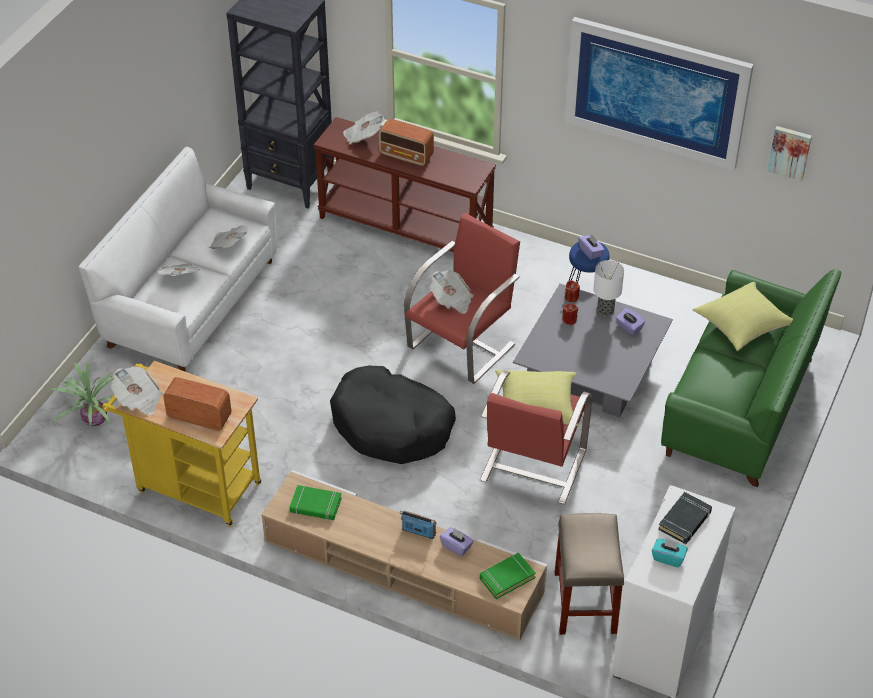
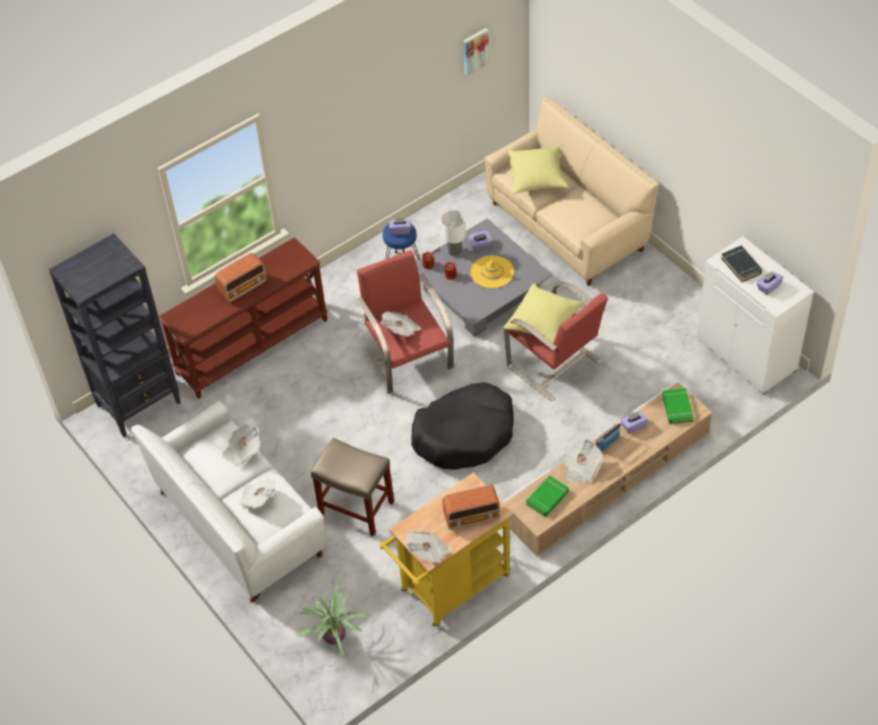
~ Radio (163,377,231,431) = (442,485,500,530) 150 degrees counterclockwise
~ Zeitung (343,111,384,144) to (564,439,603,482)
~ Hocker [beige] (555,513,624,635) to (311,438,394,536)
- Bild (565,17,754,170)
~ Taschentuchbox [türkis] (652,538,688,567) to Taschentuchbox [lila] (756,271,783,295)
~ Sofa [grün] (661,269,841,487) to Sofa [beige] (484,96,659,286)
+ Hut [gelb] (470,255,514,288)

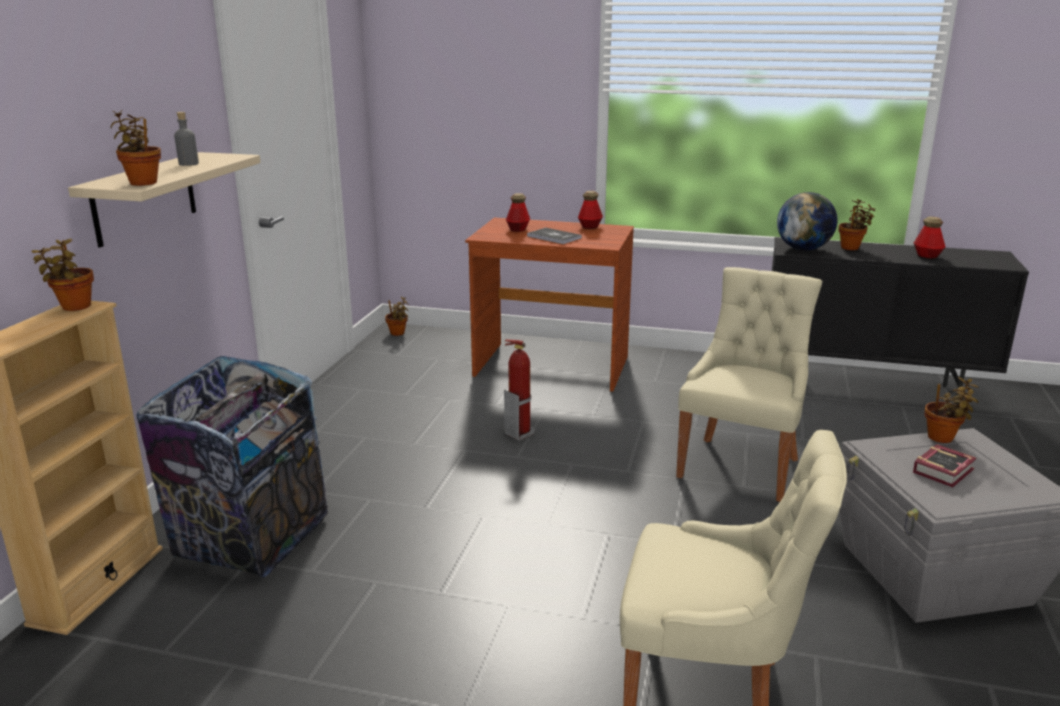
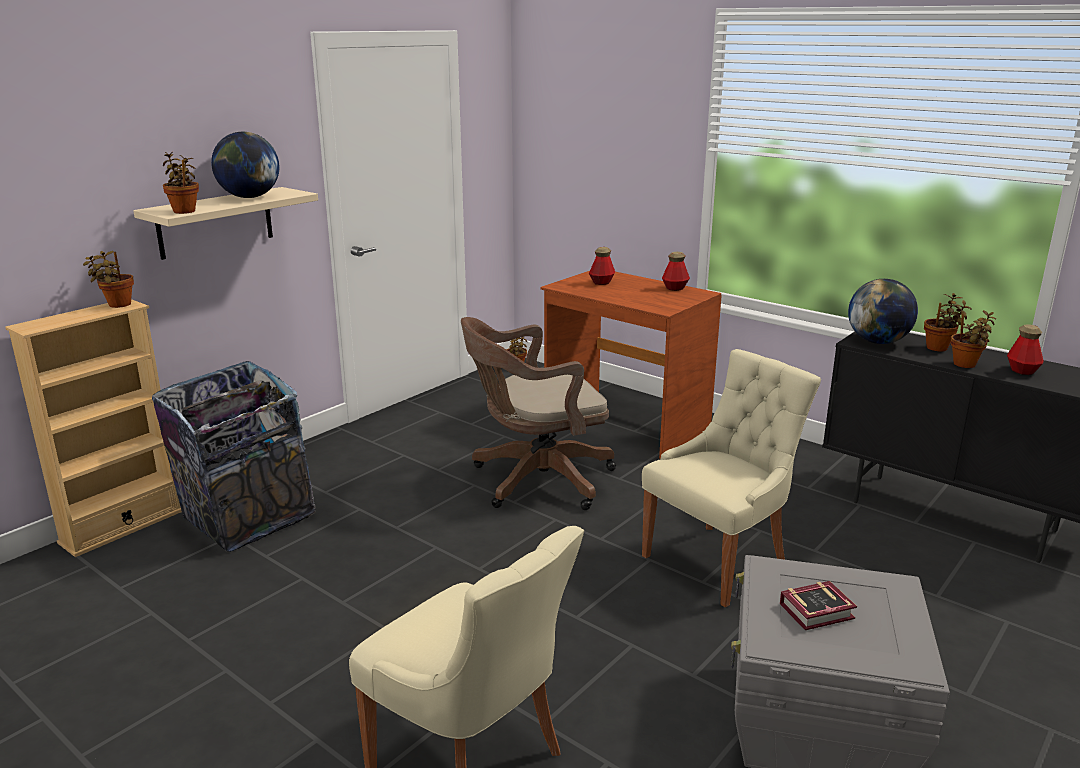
~ Flasche [grau] (174,112,199,166) to Globus (211,132,279,198)
~ Feuerlöscher (504,339,535,441) to Bürostuhl [braun] (461,317,616,510)
- Buch (527,228,582,244)
~ Topfpflanze (925,377,979,443) to (950,310,996,368)

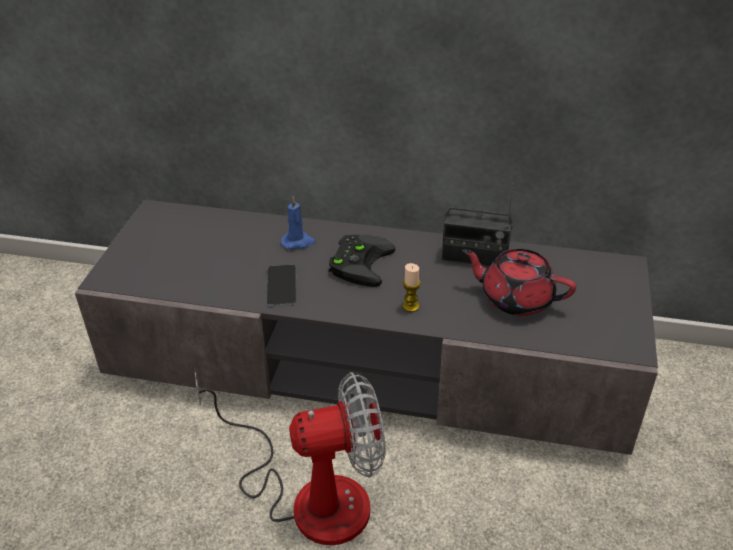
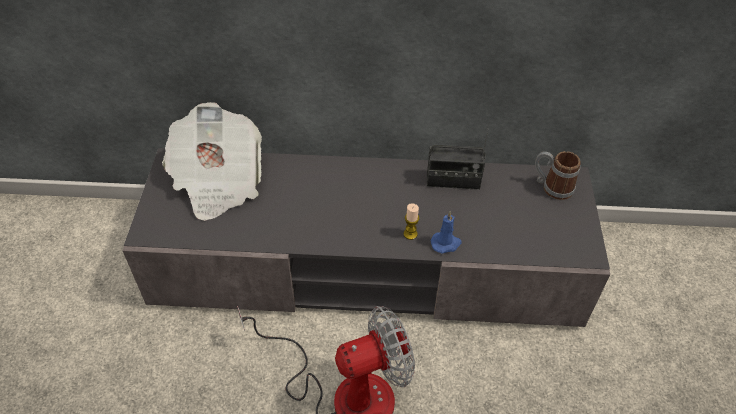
- Handy (266,265,296,306)
~ Kerze [blau] (281,196,316,249) to (431,211,462,254)
- Gamepad [schwarz] (329,235,395,287)
- Teekanne [rot] (462,249,576,316)
+ Zeitung (162,102,262,221)
+ Henkelbecher (535,151,581,200)

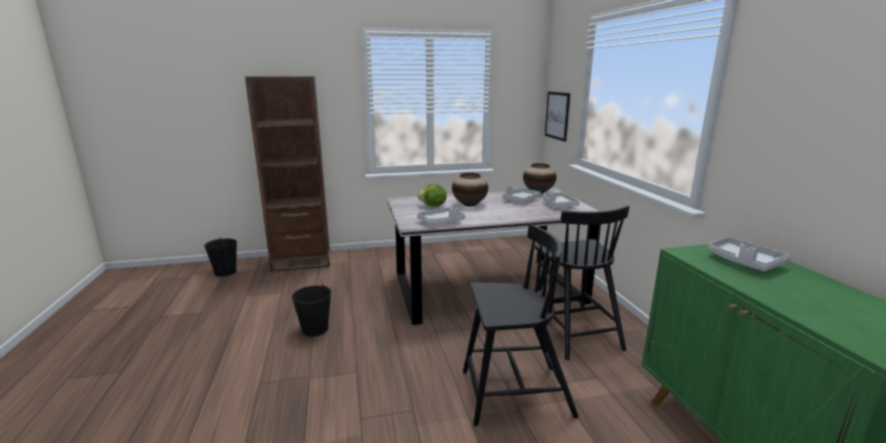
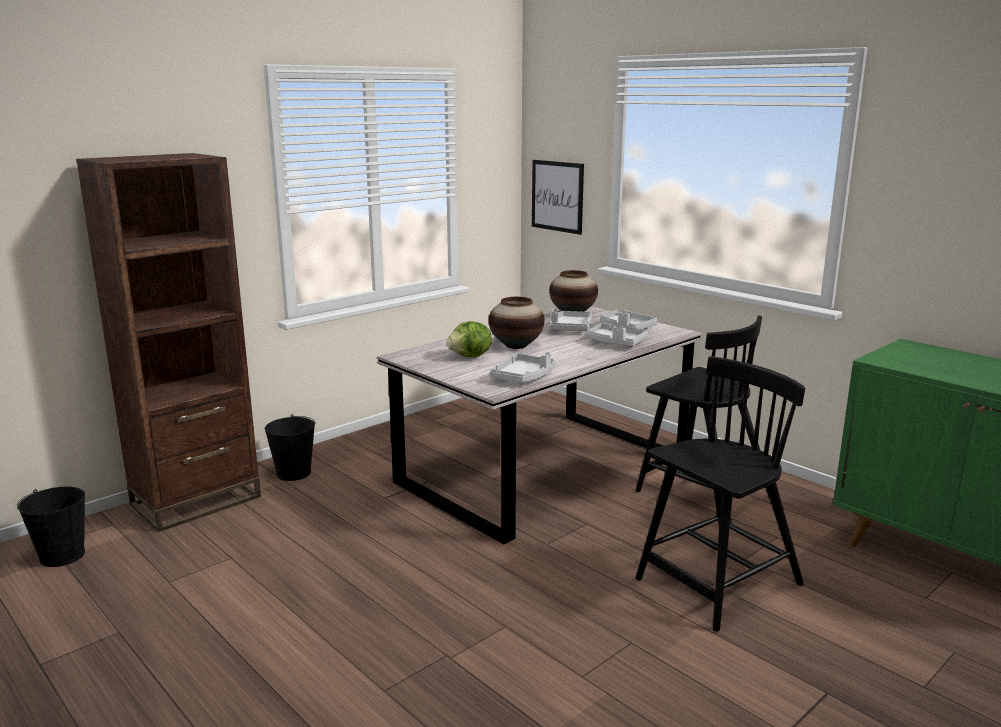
~ Eimer [schwarz] (292,284,332,337) to (265,414,315,481)
~ Tablett [grau] (708,237,790,271) to (588,323,648,346)

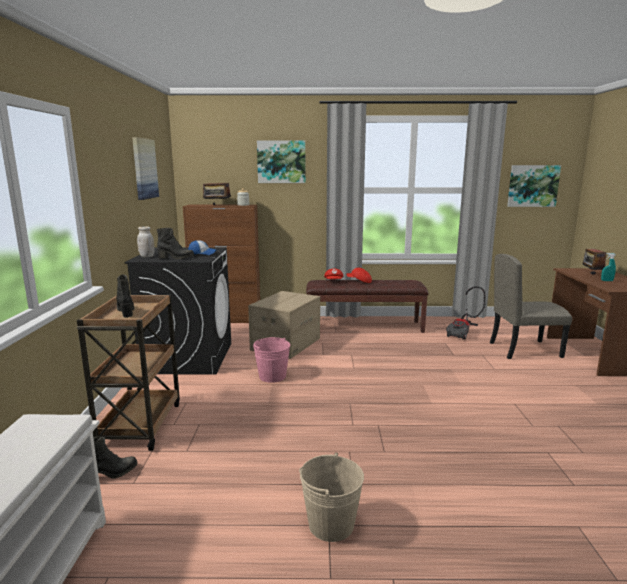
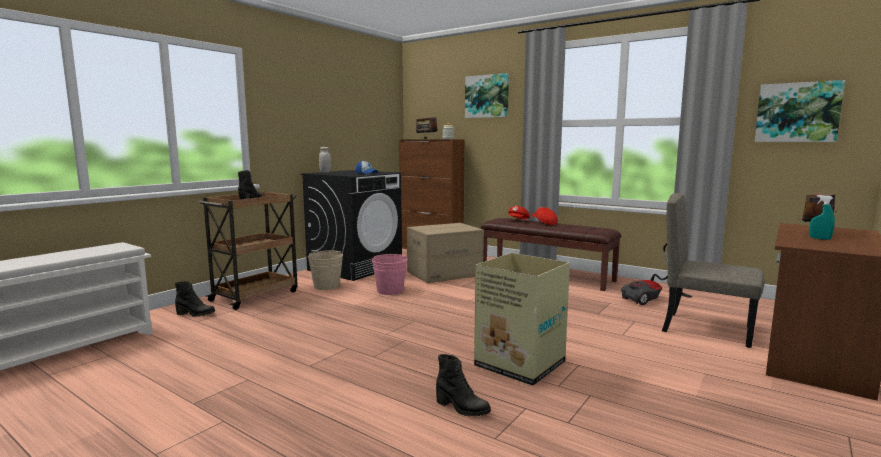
- Bild (132,137,159,200)
~ Stiefel [schwarz] (157,228,194,259) to (436,354,491,416)
~ Eimer [beige] (299,453,364,542) to (308,250,343,290)
+ Karton (474,253,570,386)

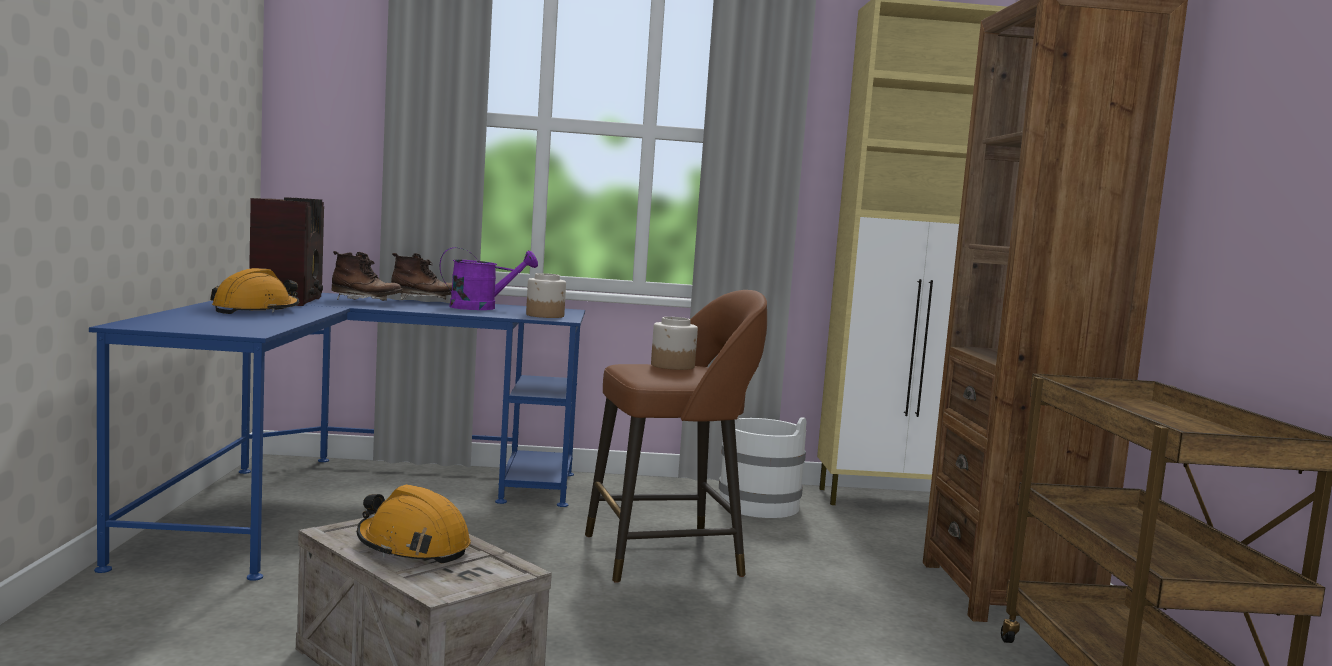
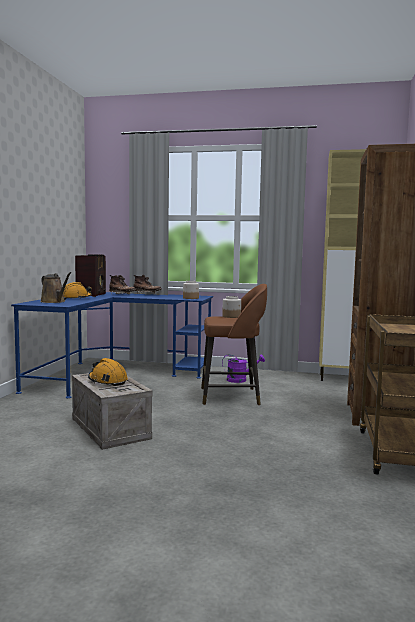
~ Gießkanne [lila] (440,247,538,310) to (222,354,265,383)
- Eimer [weiß] (719,417,807,518)
+ Gießkanne [braun] (40,272,71,303)

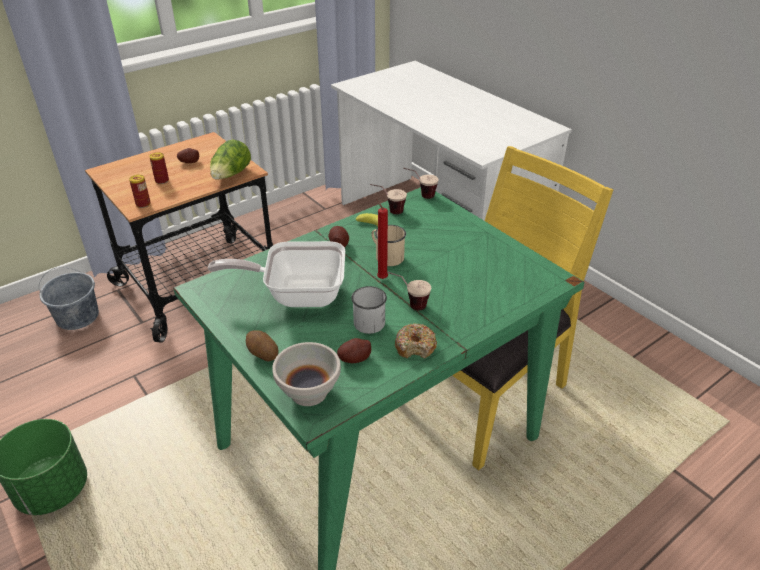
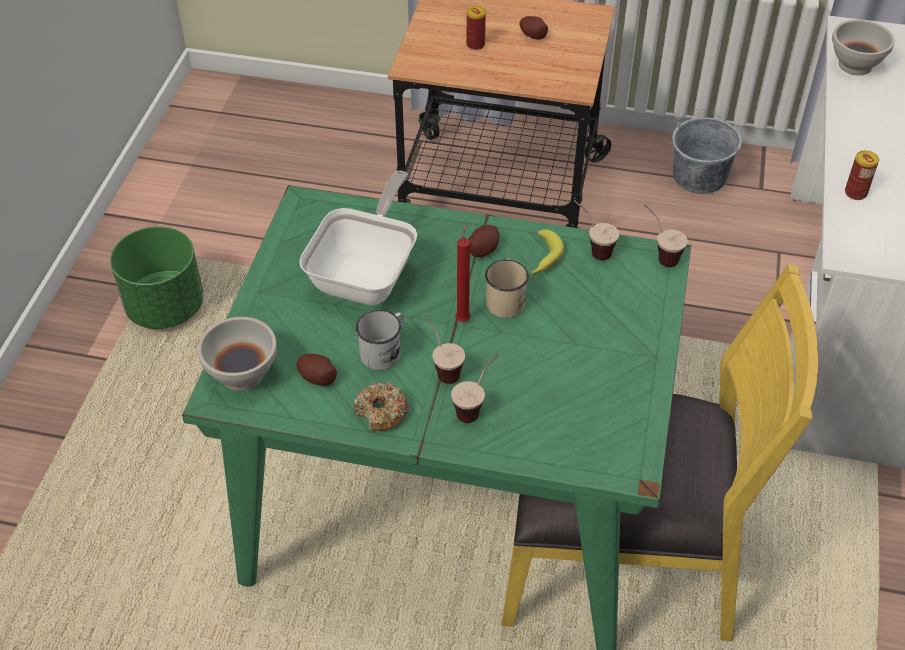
~ Eimer [grau] (39,267,99,330) to (672,109,742,194)
~ Dose (129,175,151,208) to (845,150,879,200)
~ Pfanne (208,241,345,307) = (299,171,417,305) 60 degrees clockwise
- Salatkopf (210,139,251,179)
- Kartoffel (246,330,278,362)
+ Tasse (451,354,498,423)
+ Schüssel [weiß] (832,20,894,75)

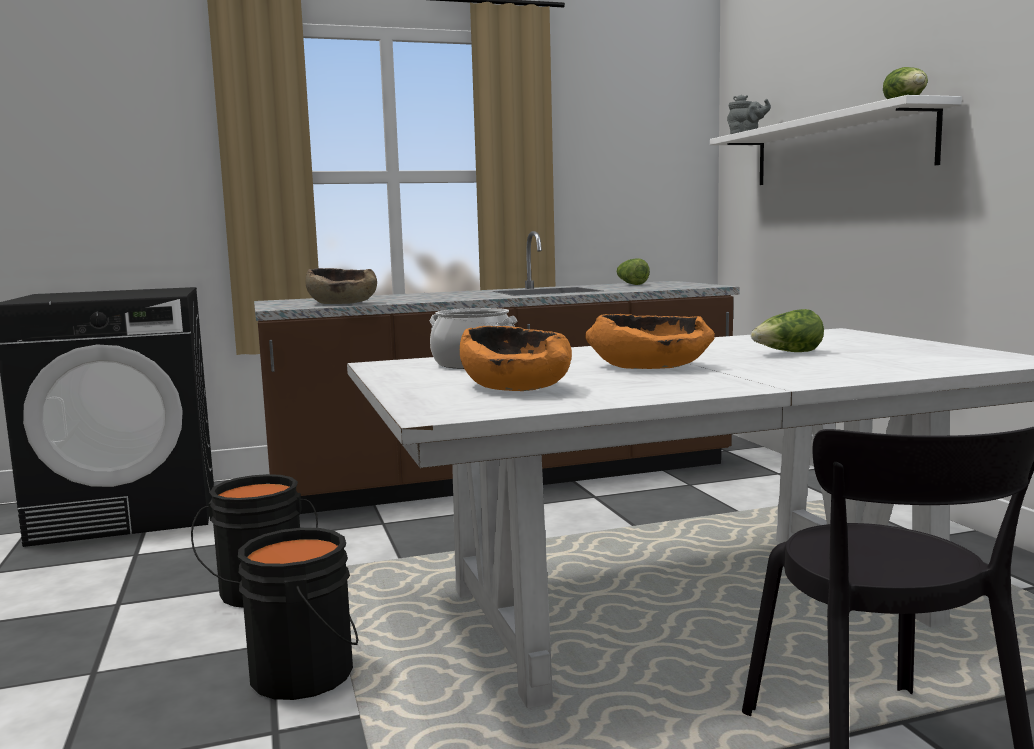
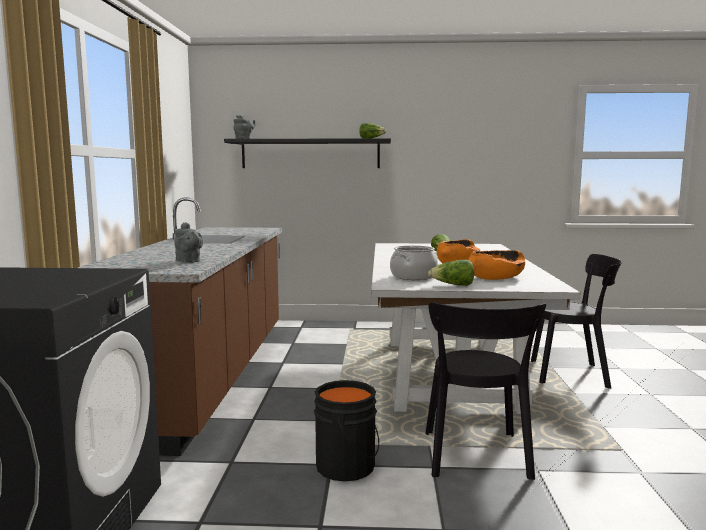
~ Eimer [schwarz] (238,528,358,700) to Stuhl [schwarz] (425,302,546,480)
~ Schüssel [braun] (305,268,377,304) to Teekanne [grau] (174,222,203,262)
~ Salatkopf (616,258,650,285) to (428,260,474,286)
~ Wandregal [weiß] (710,95,962,185) to Wandregal [schwarz] (224,138,391,168)

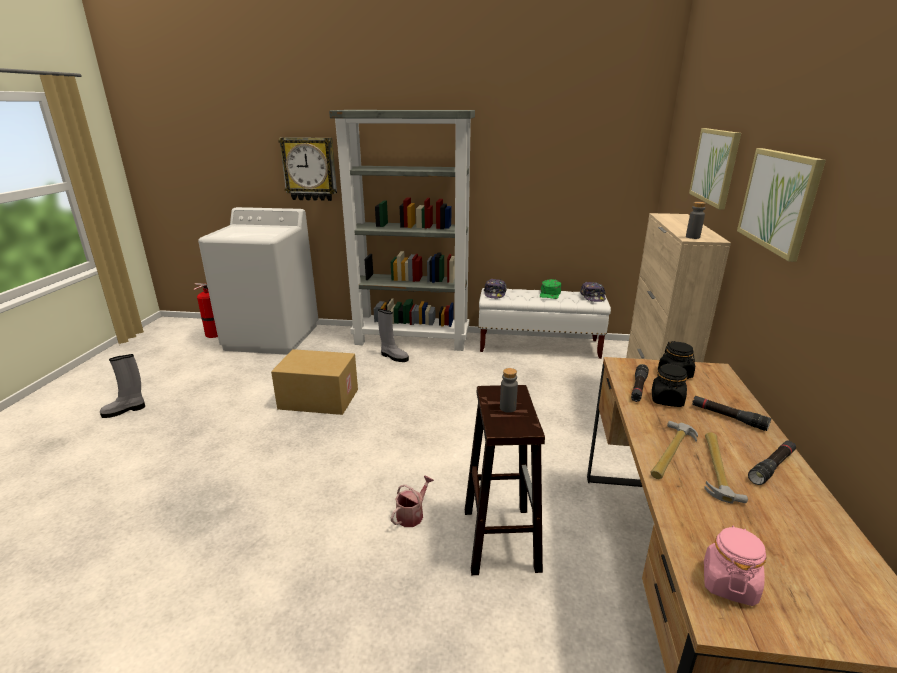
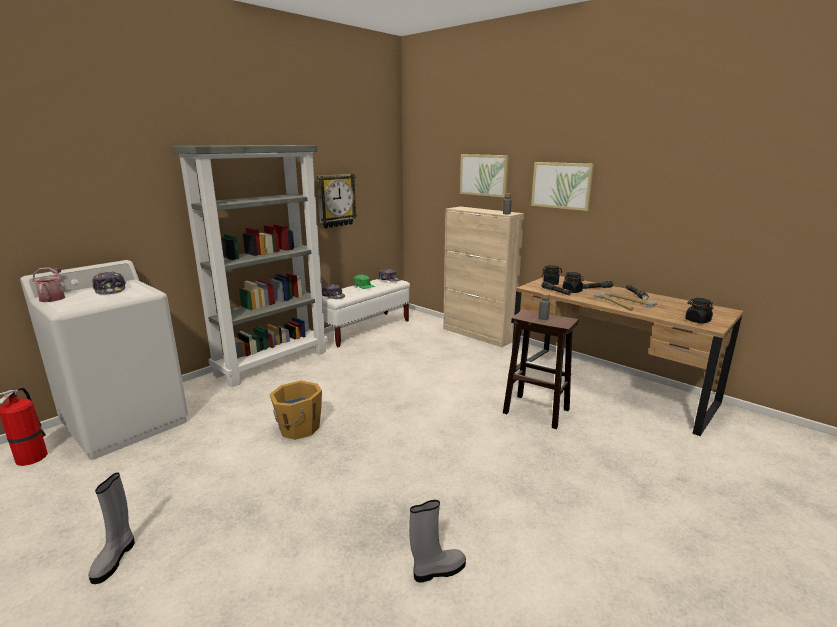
~ Karton (271,349,358,415) to Eimer [orange] (269,381,322,440)
~ Wanduhr (278,137,337,201) to (317,174,357,228)
~ Stiefel [grau] (378,309,409,362) to (409,500,466,582)
~ Gießkanne (391,475,434,527) to (33,267,65,302)
~ Vorratsglas [rosa] (704,525,766,606) to Vorratsglas [schwarz] (685,298,714,324)
+ Kappe (92,272,126,295)

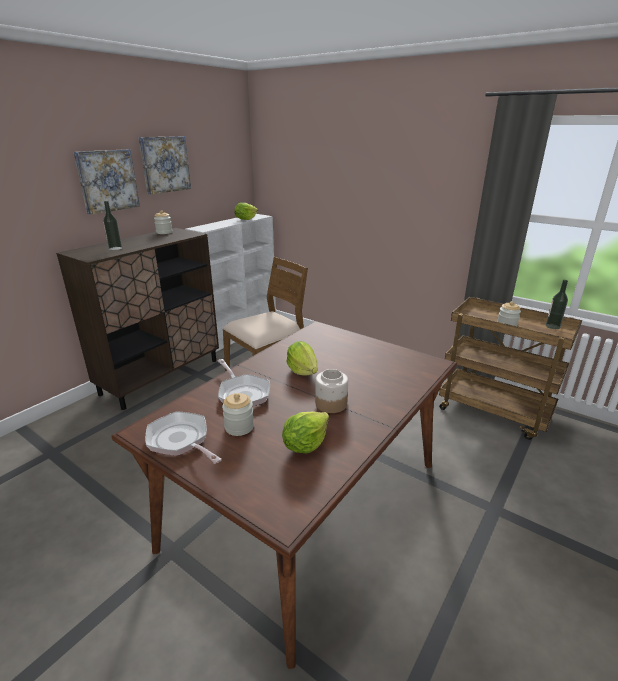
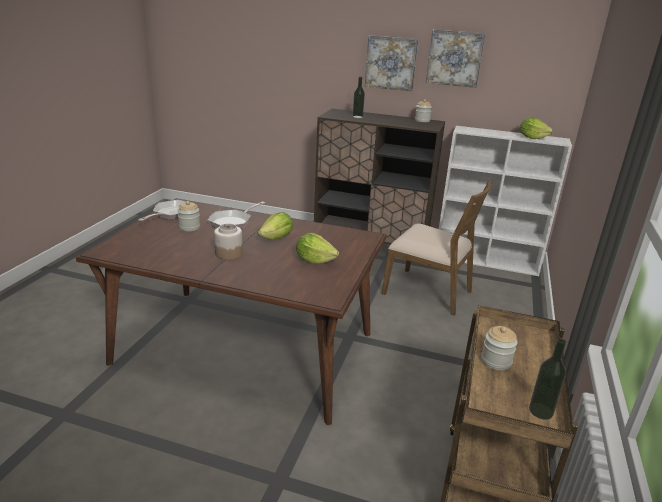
~ Salatkopf (282,411,329,454) to (296,233,339,264)

